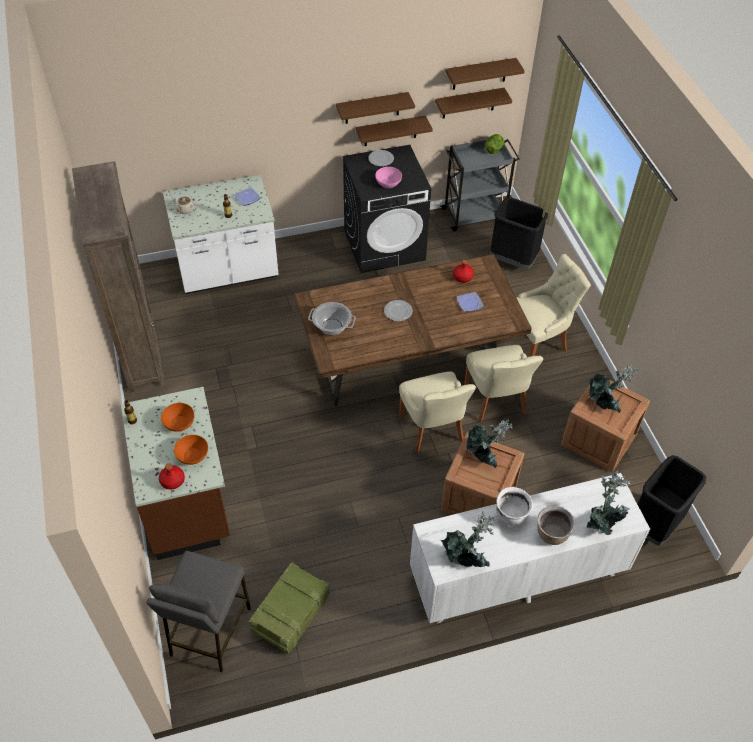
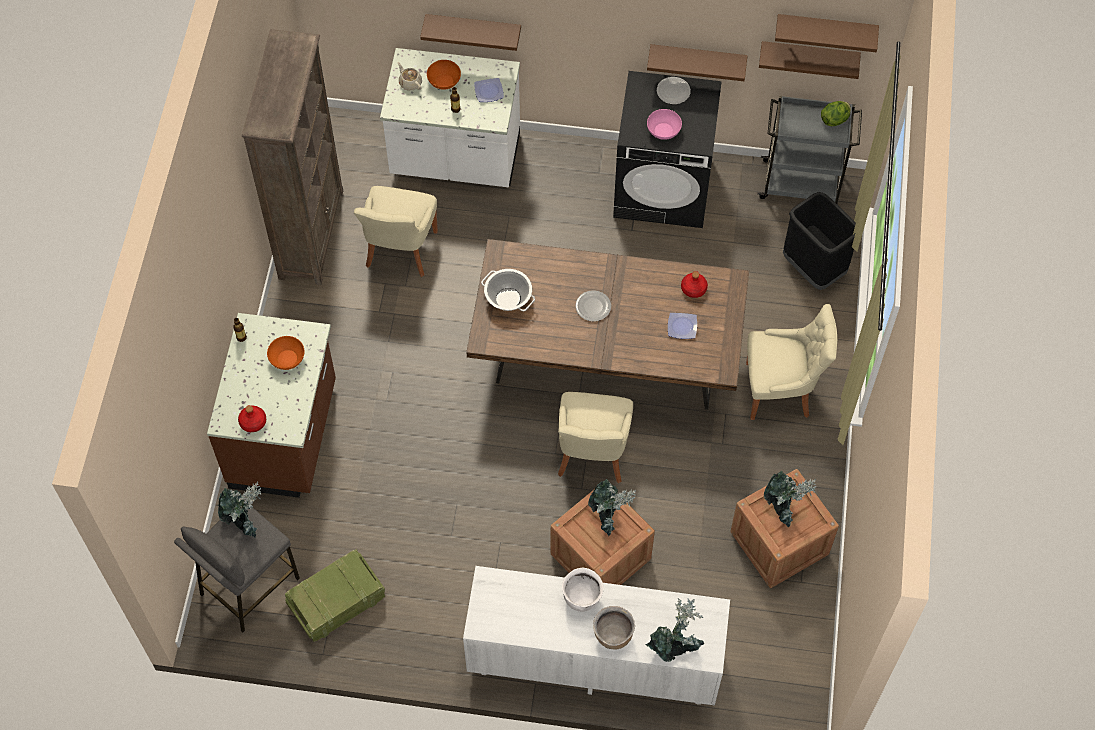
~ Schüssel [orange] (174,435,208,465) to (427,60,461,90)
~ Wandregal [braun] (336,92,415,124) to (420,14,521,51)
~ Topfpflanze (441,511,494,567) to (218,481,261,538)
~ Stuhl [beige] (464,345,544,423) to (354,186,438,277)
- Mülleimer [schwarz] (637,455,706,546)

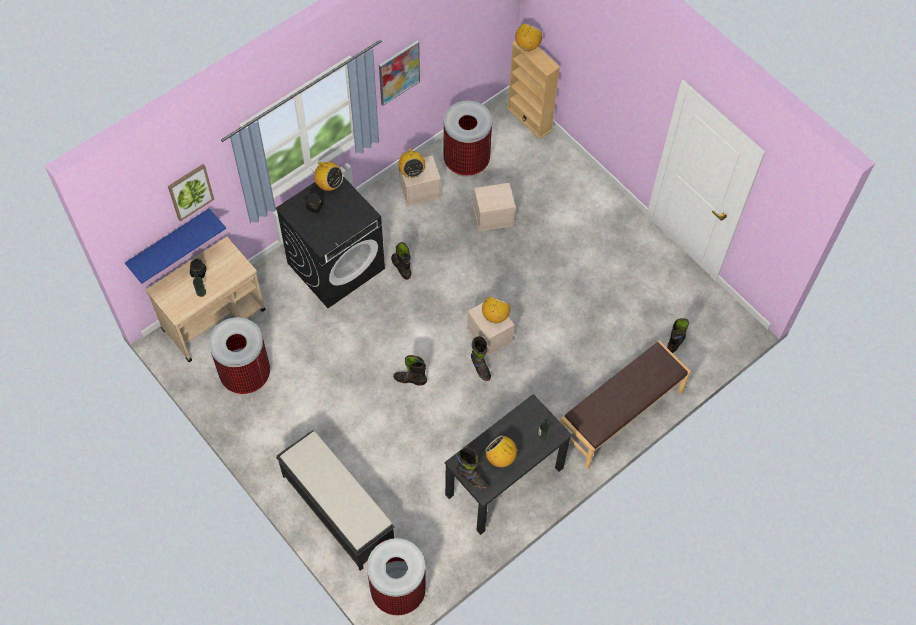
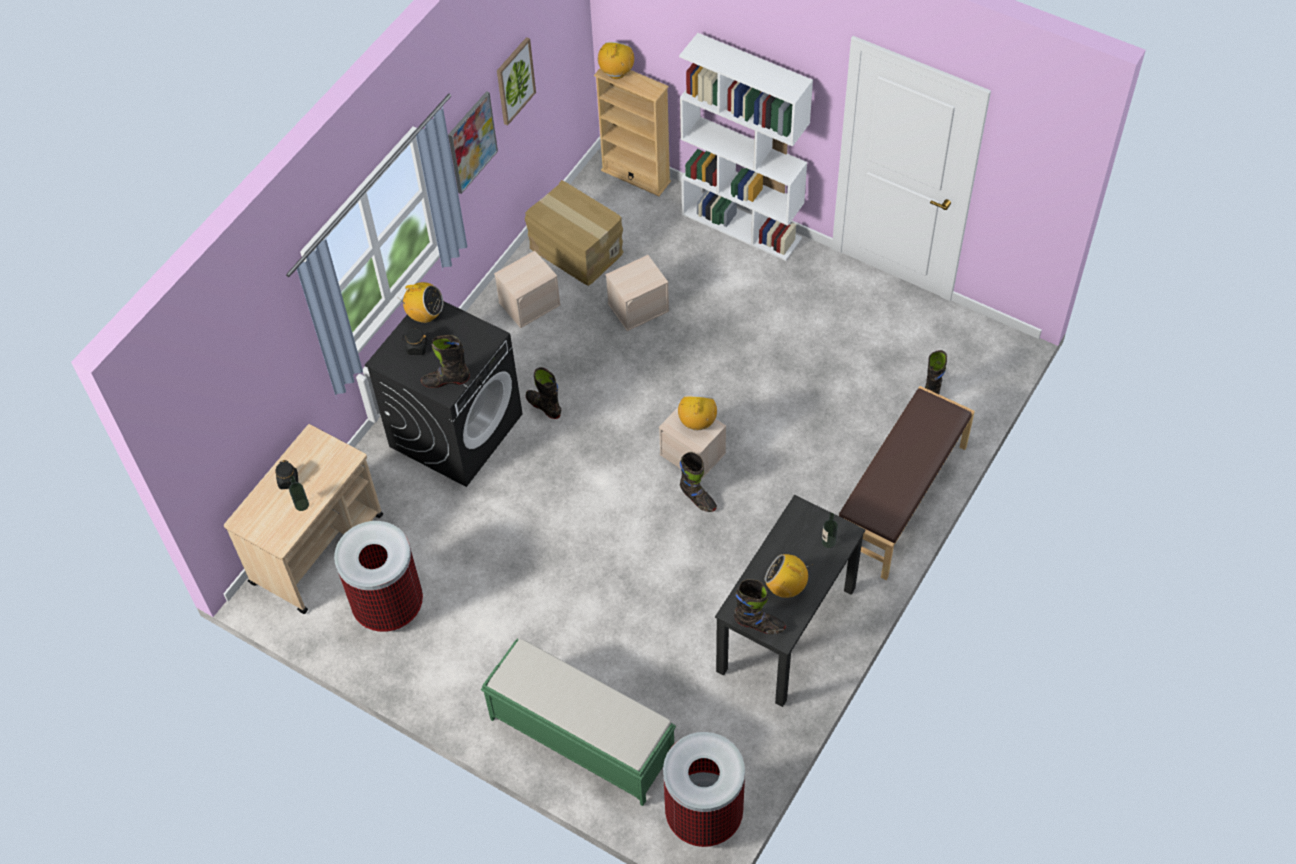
- Wandregal [blau] (125,208,226,284)
~ Bild (168,164,214,221) to (497,37,536,126)
~ Bank [schwarz] (276,430,395,571) to Bank [grün] (481,639,676,806)
~ Stiefel [schwarz] (393,355,427,386) to (421,335,470,388)
- Radio (398,148,425,178)
~ Mülleimer (443,101,492,177) to Karton (525,180,623,286)
+ Bücherregal [weiß] (679,33,813,261)

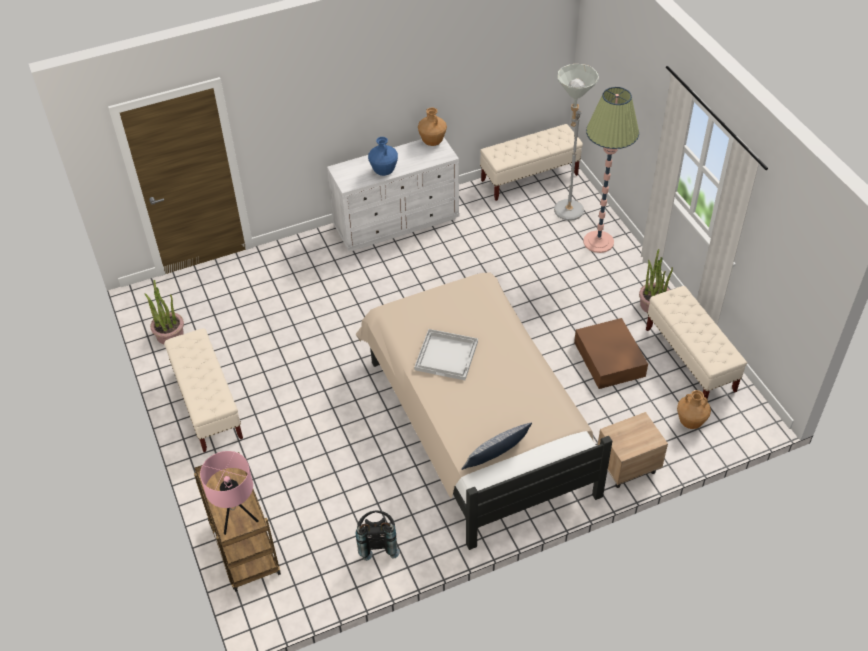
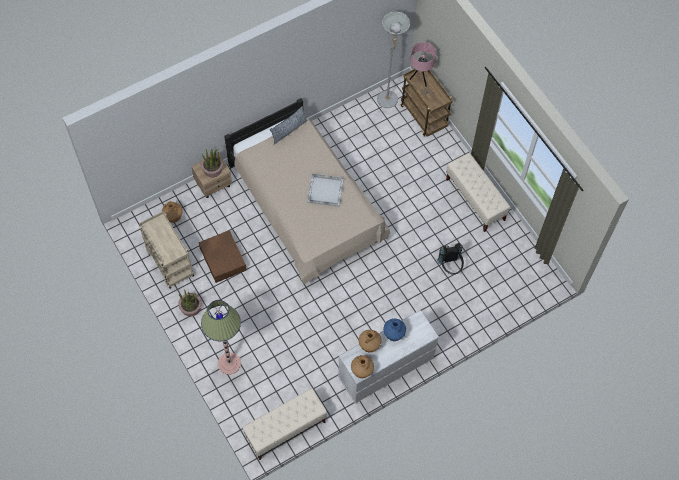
~ Topfpflanze (145,280,184,344) to (201,149,223,177)
~ Rucksack [schwarz] (356,511,400,561) to (437,243,464,275)
~ Stehlampe [grau] (554,64,599,221) to (377,12,410,108)
~ Bank [beige] (646,286,747,399) to Rollwagen [beige] (139,211,194,289)
+ Vase [braun] (359,330,381,353)

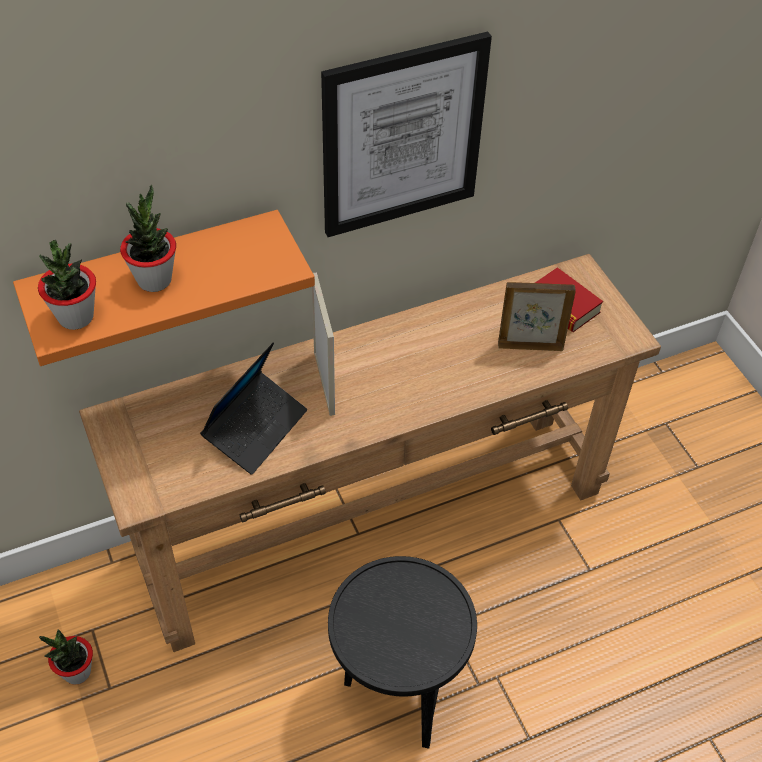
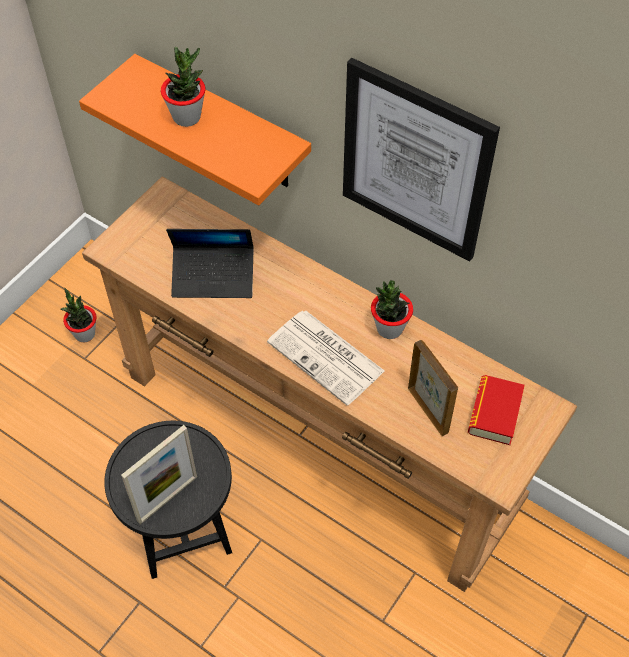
~ Topfpflanze (38,240,96,330) to (371,280,413,339)
~ Bilderrahmen (312,272,335,416) to (121,425,197,524)
+ Zeitung (267,310,384,405)

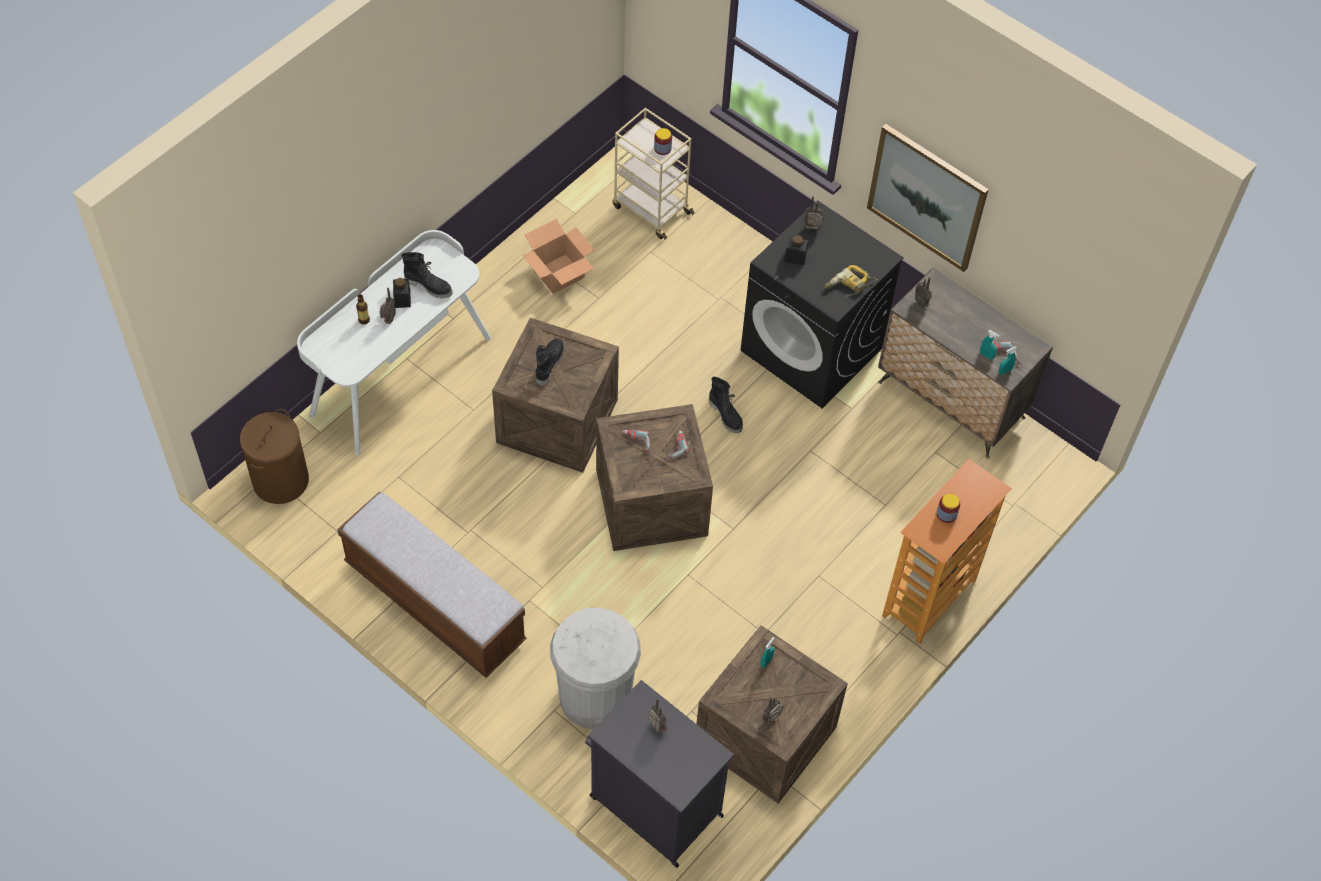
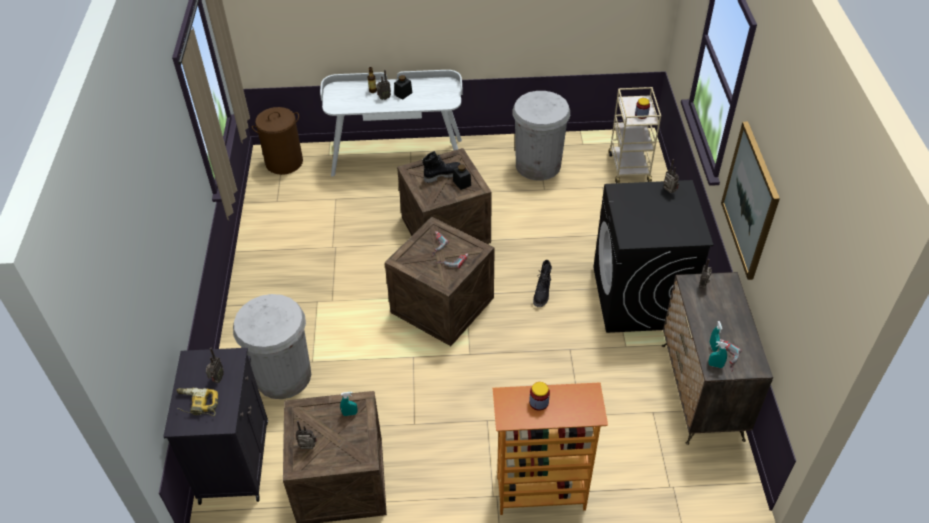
- Bank (337,492,527,678)
- Stiefel [schwarz] (401,252,453,299)
~ Karton (522,219,595,294) to Mülleimer [weiß] (512,91,570,181)
~ Vorratsglas [schwarz] (784,235,808,265) to (453,164,471,190)
~ Bohrmaschine (824,265,878,297) to (176,388,218,416)

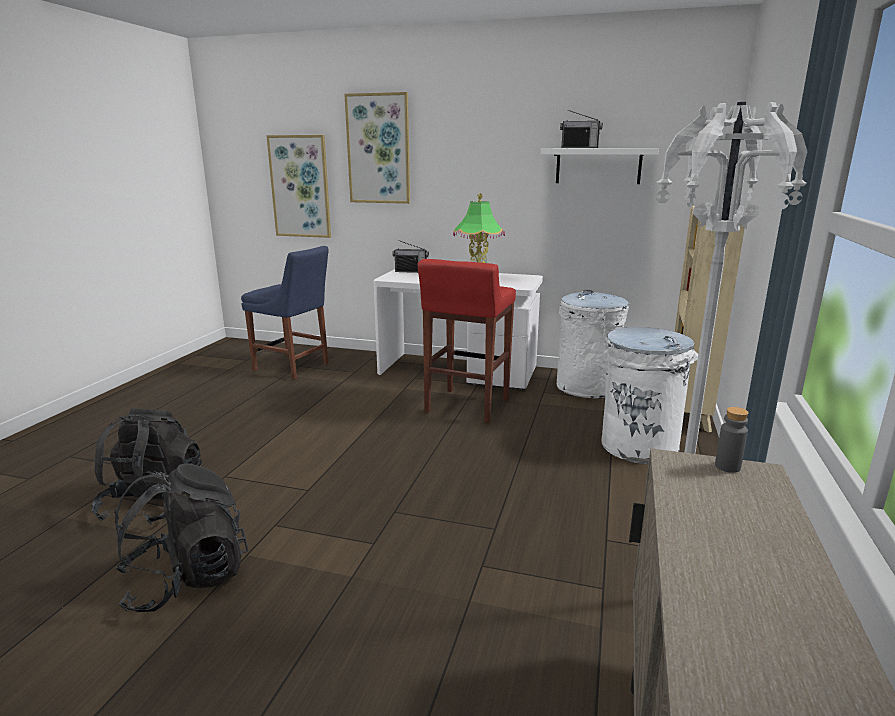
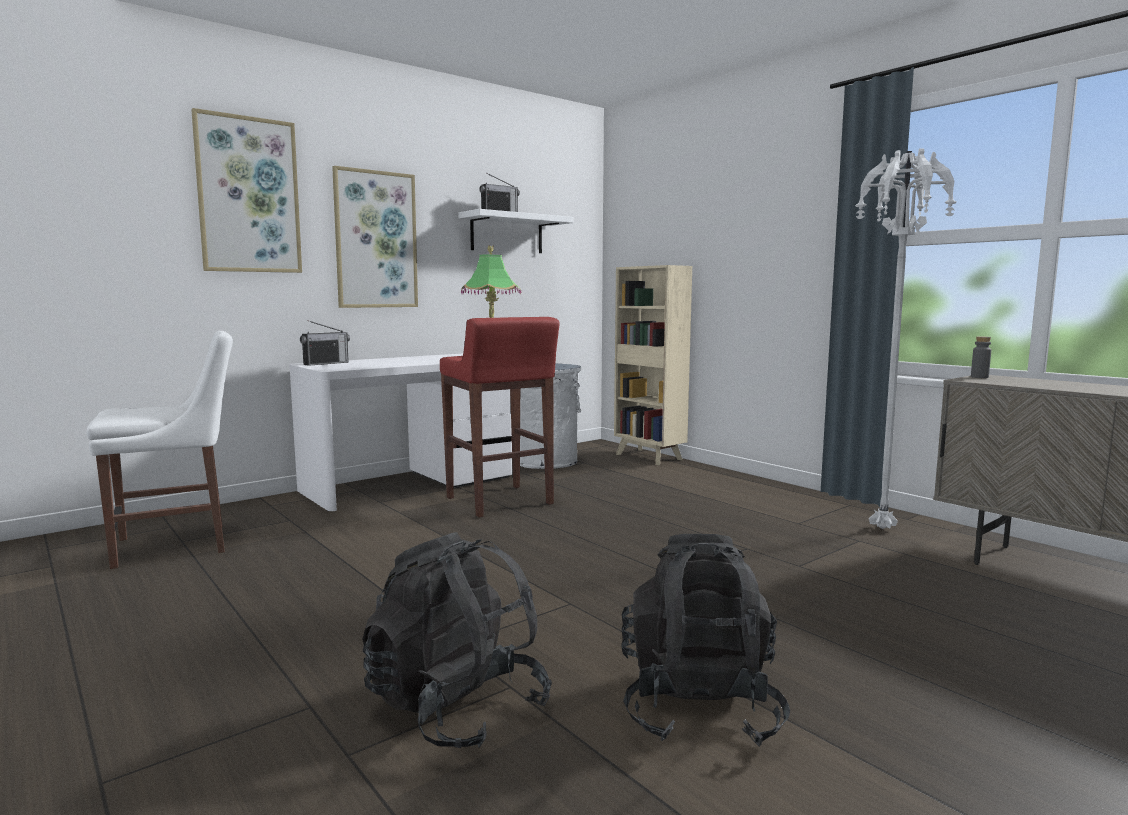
~ Stuhl [blau] (241,246,329,379) to Stuhl [weiß] (86,331,233,569)
~ Bild (266,135,331,238) to (332,166,418,308)
- Mülleimer [weiß] (601,327,698,464)

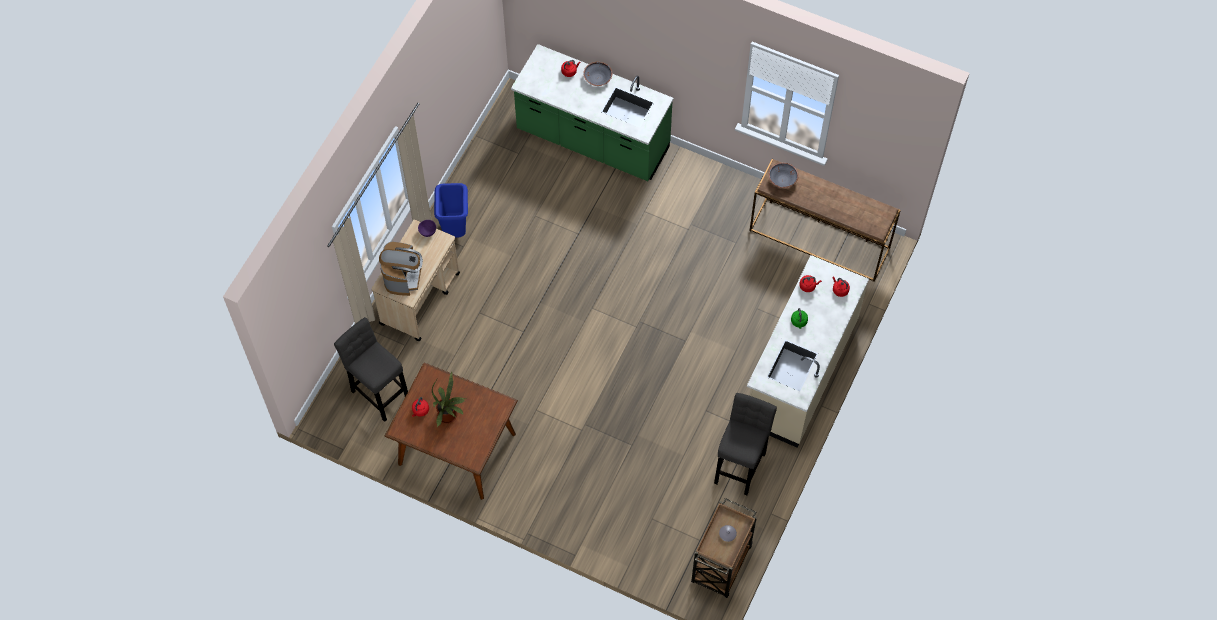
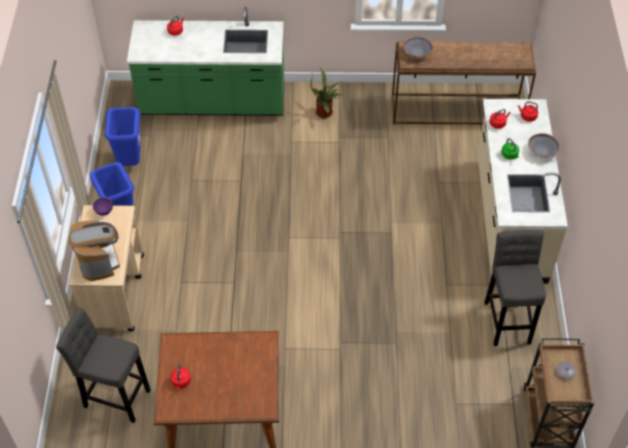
~ Topfpflanze (432,371,466,427) to (310,67,344,118)
~ Schüssel [grau] (583,62,612,86) to (528,133,560,158)
+ Mülleimer [blau] (105,107,140,166)

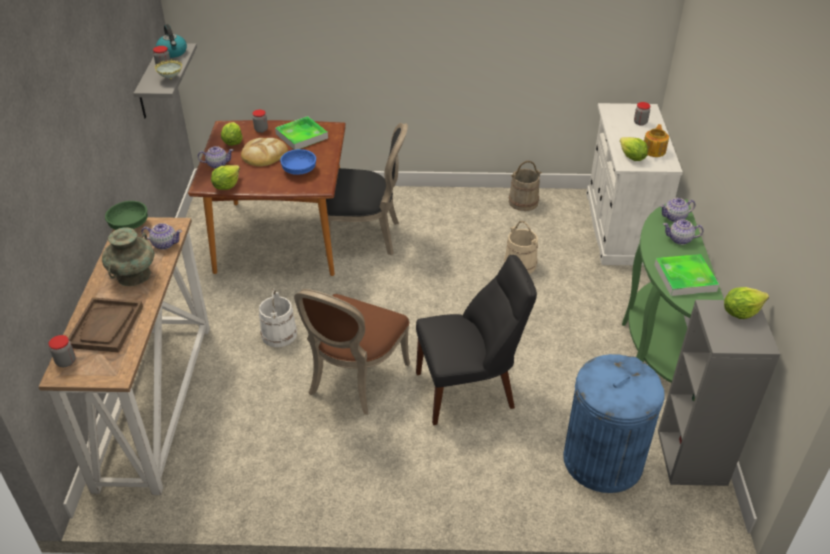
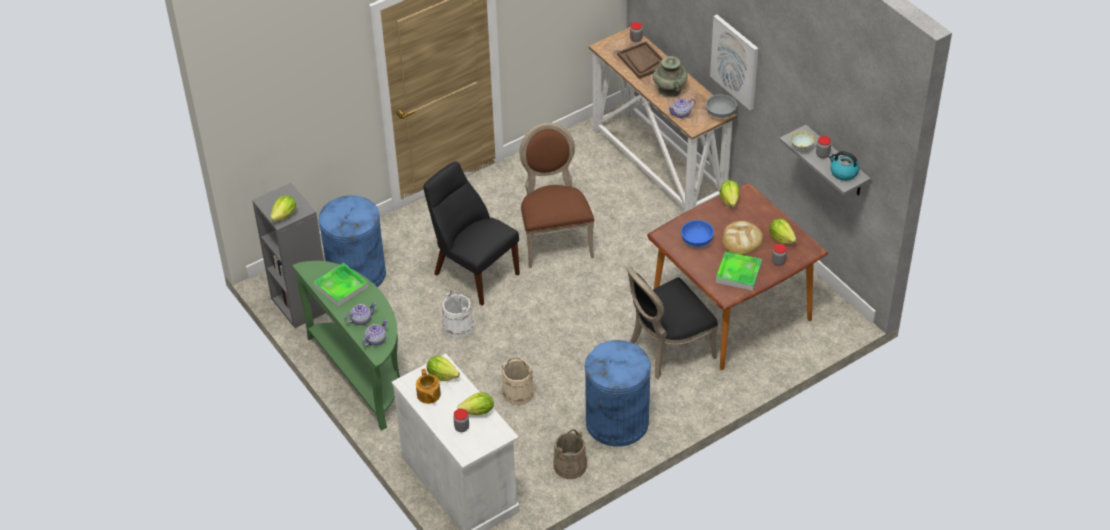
~ Schüssel [grün] (105,201,148,230) to Schüssel [grau] (706,95,737,118)
- Teekanne (198,146,233,169)
~ Eimer [weiß] (259,288,297,347) to (442,290,474,338)
~ Stuhl [schwarz] (416,254,537,425) = (423,161,520,306) 90 degrees clockwise
+ Salatkopf (457,392,494,415)
+ Mülleimer [blau] (585,340,651,447)
+ Bild (710,15,758,110)

